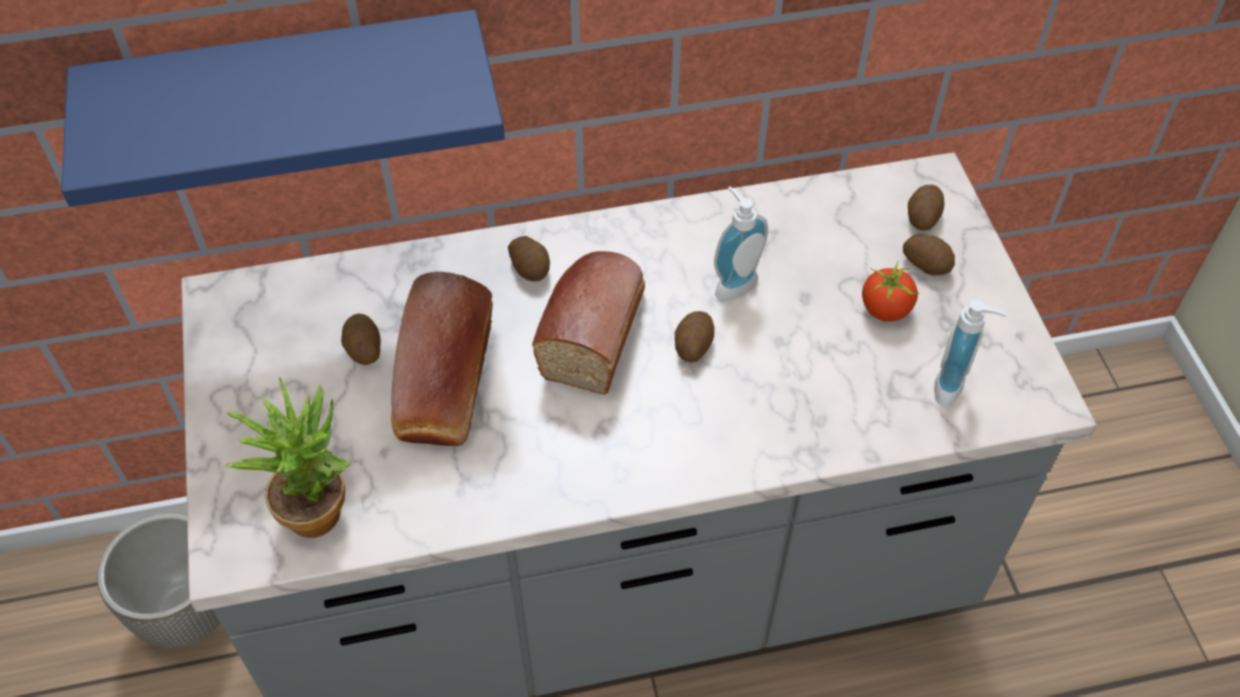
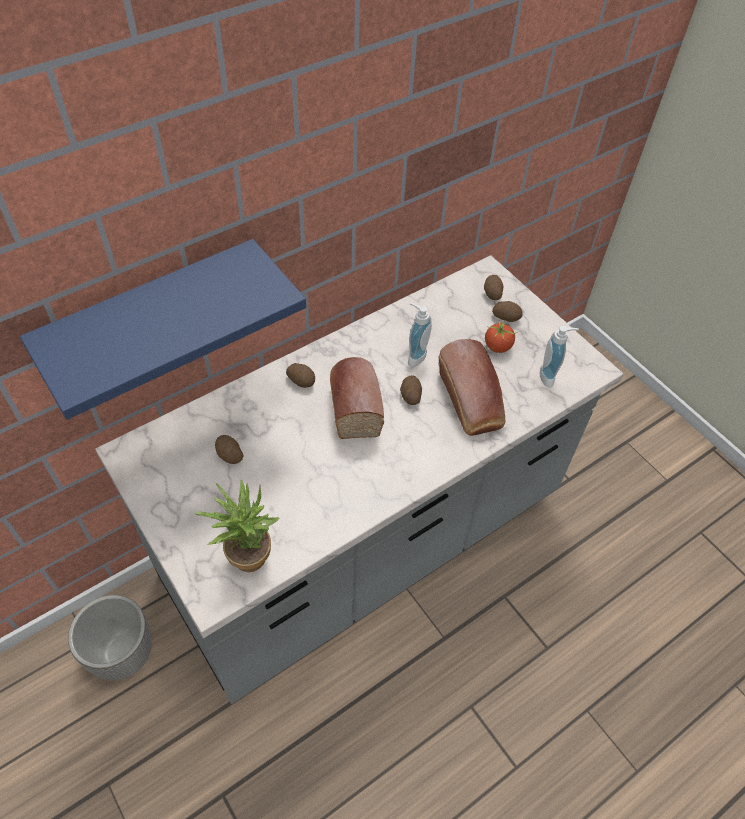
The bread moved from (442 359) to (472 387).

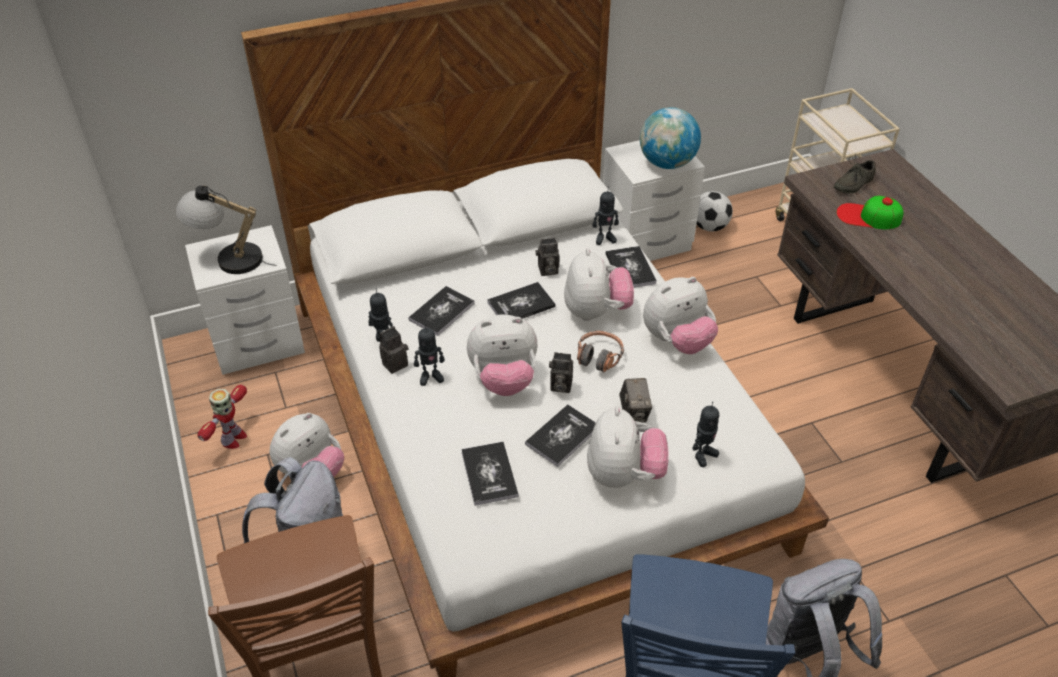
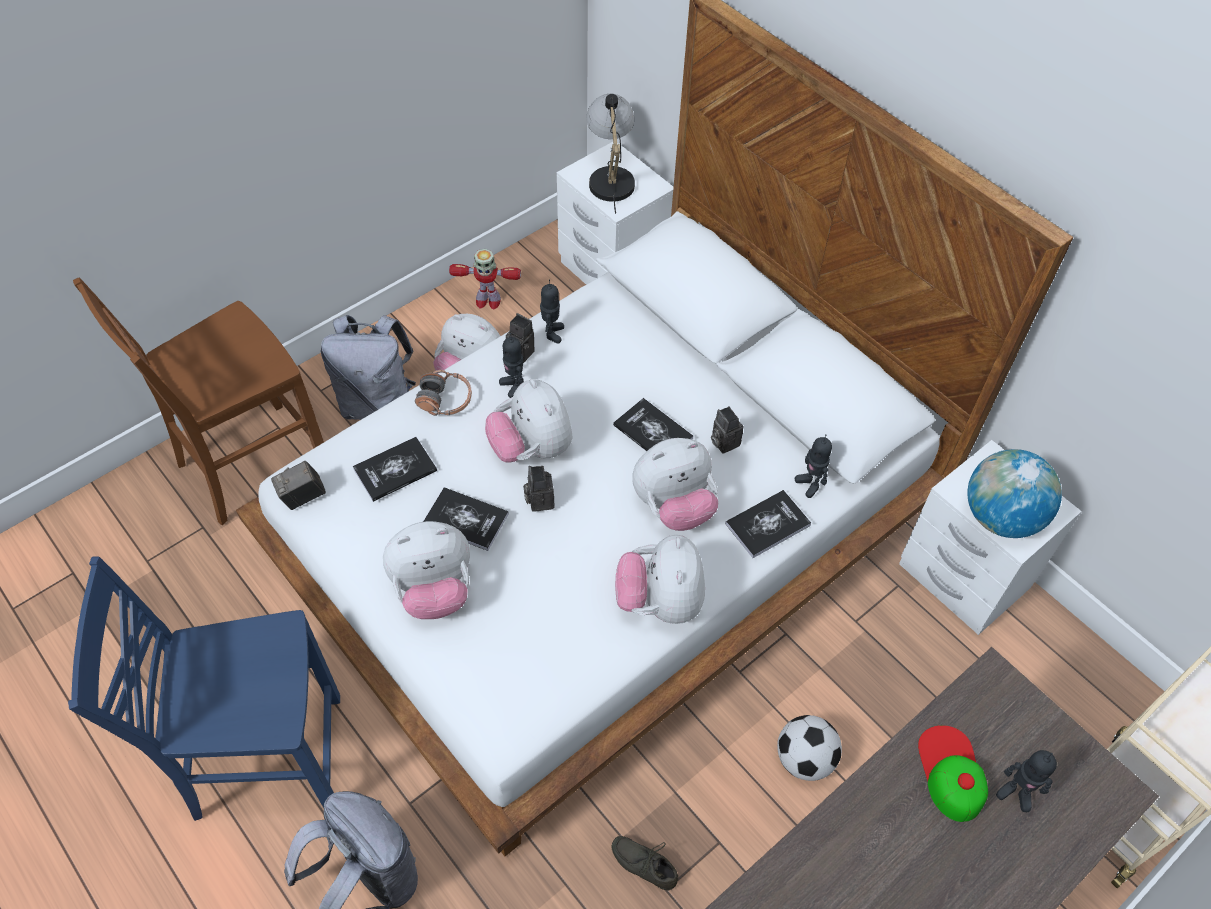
The photo camera moved from (635 400) to (298 485). The headphones moved from (600 352) to (443 393). The grey shoe moved from (855 174) to (644 863). The plush toy at (680 315) turned 45 degrees clockwise. The football moved from (715 211) to (809 748). The toy robot moved from (705 434) to (1026 781). The book at (441 311) disappeared.

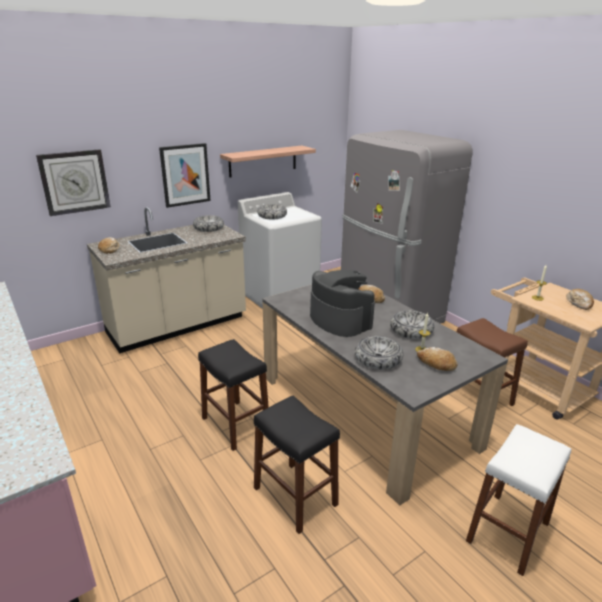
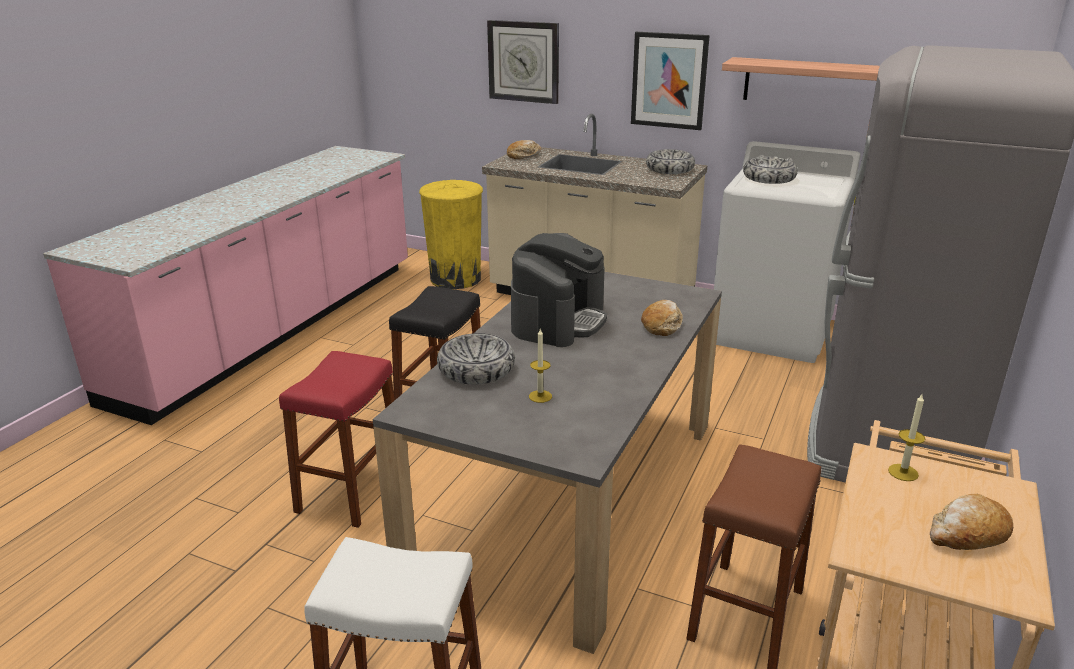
The black stool at (297 464) became the red stool at (337 439). The yellow trash can at (451 234) appeared. The bowl at (412 324) disappeared. The bread at (437 359) disappeared.

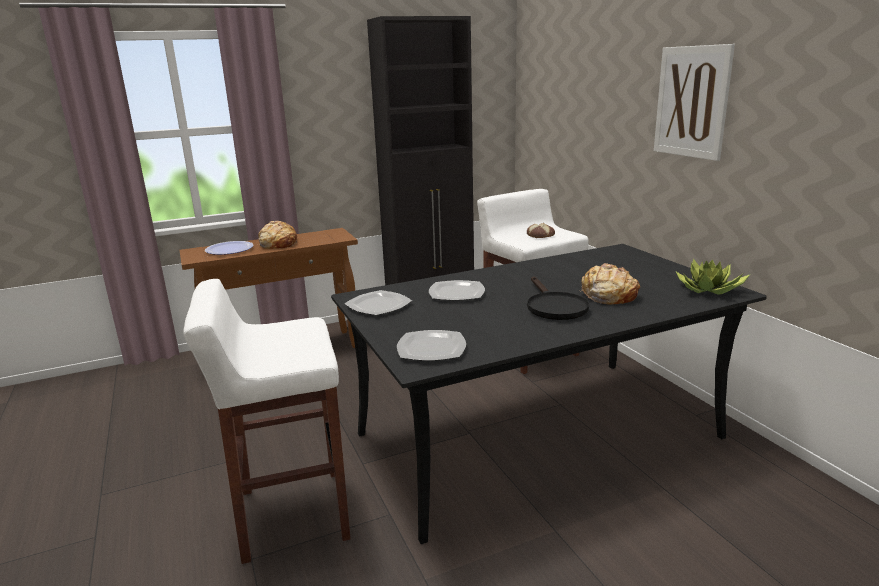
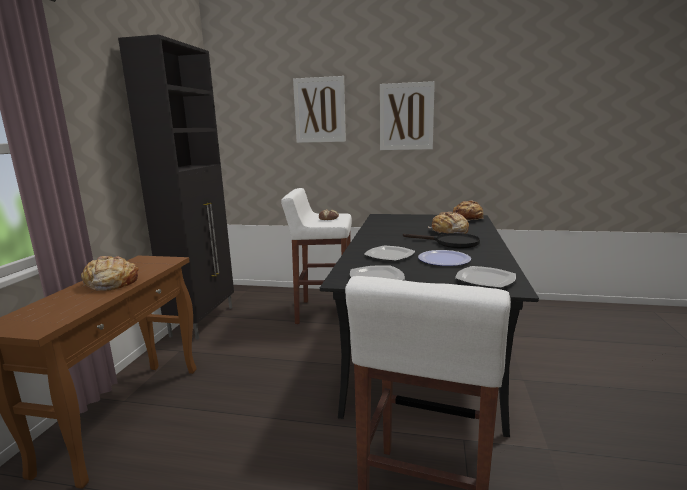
The picture at (319 109) appeared. The plate moved from (229 248) to (444 258). The potted plant at (713 277) was replaced by the bread at (468 211).

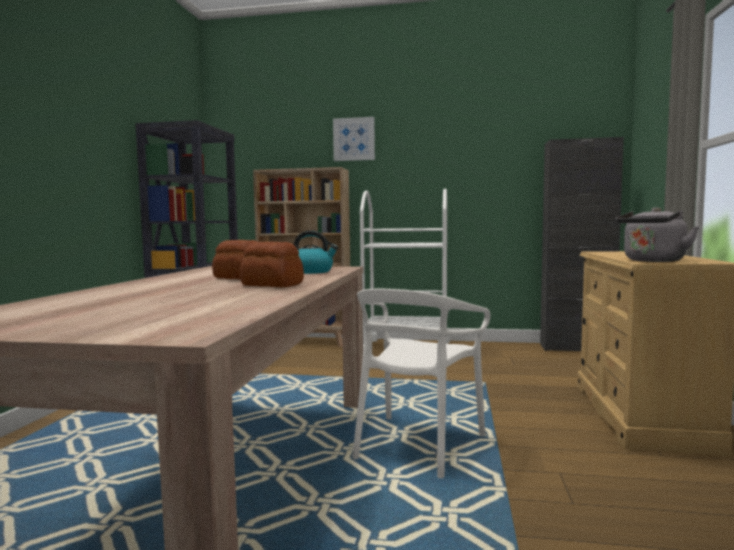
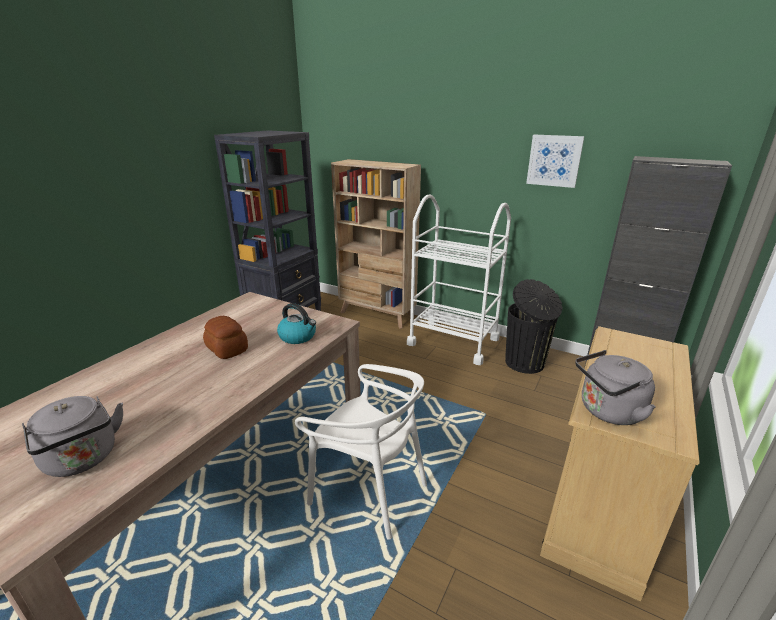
The grey kettle at (72 436) appeared. The white chair at (421 383) turned 105 degrees counterclockwise. The black trash can at (533 326) appeared. The picture moved from (354 139) to (555 161). The bread at (272 264) disappeared.

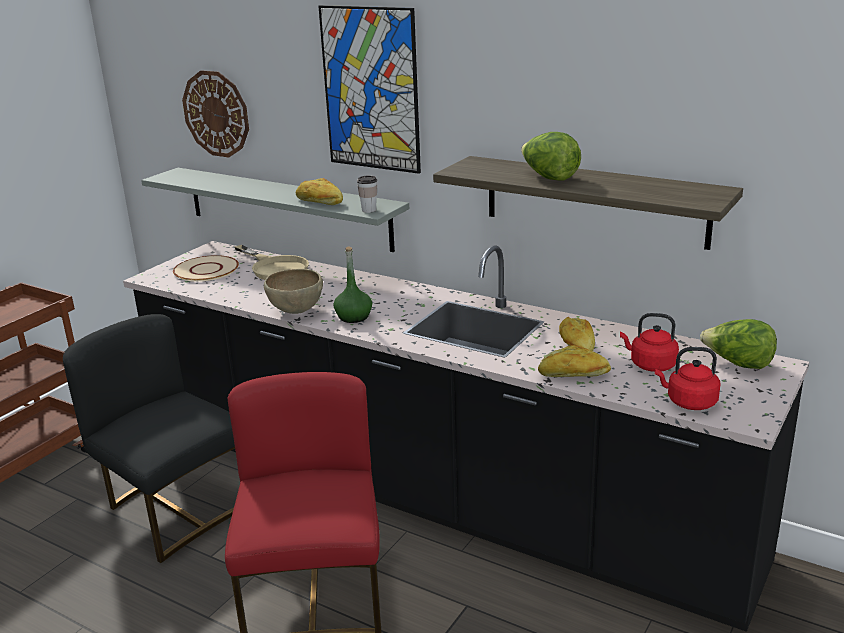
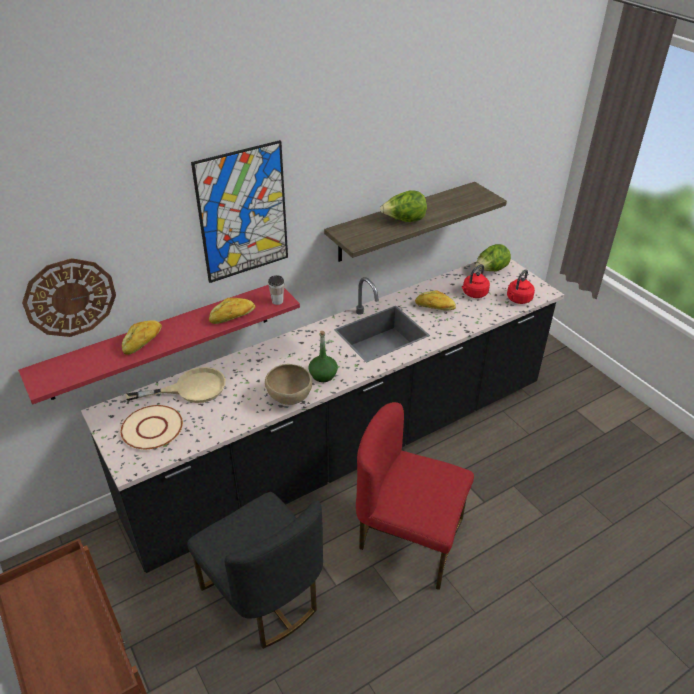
The grey shelf at (275 210) became the red shelf at (159 345). The bread moved from (574 361) to (142 337). The black chair at (149 438) turned 105 degrees counterclockwise.

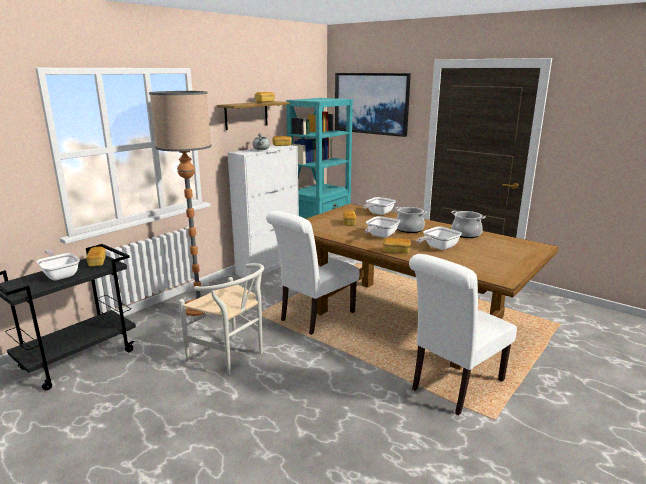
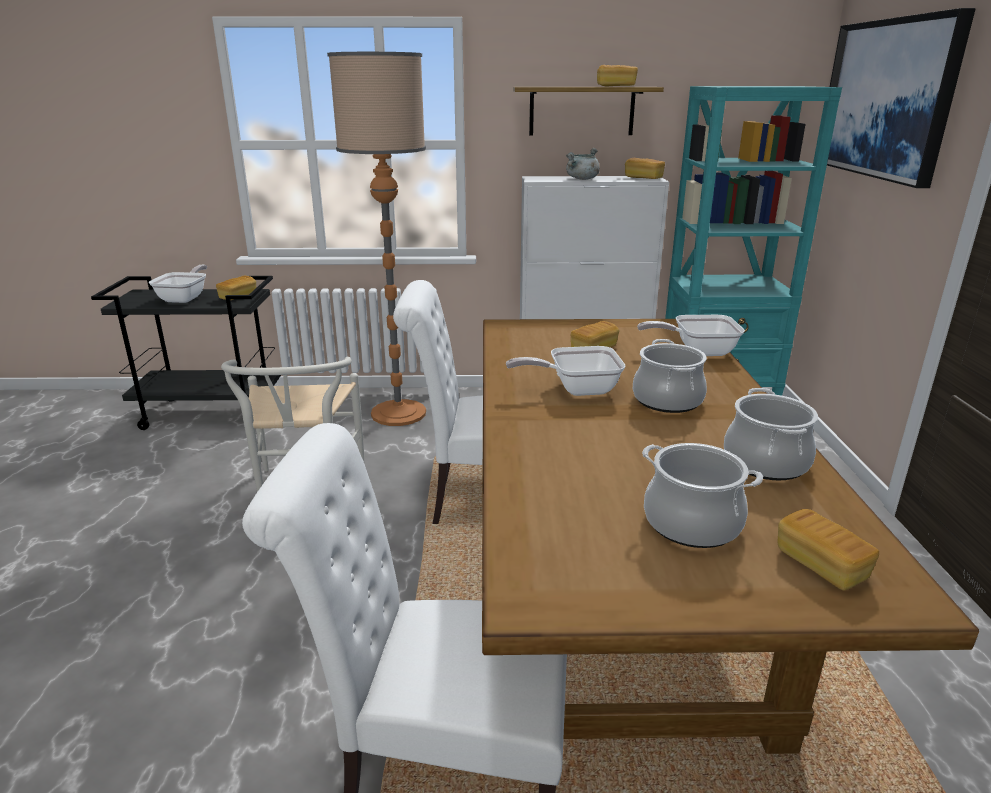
The cooking pot at (702 495) appeared. The bread moved from (397 246) to (828 550). The frying pan at (439 238) disappeared.

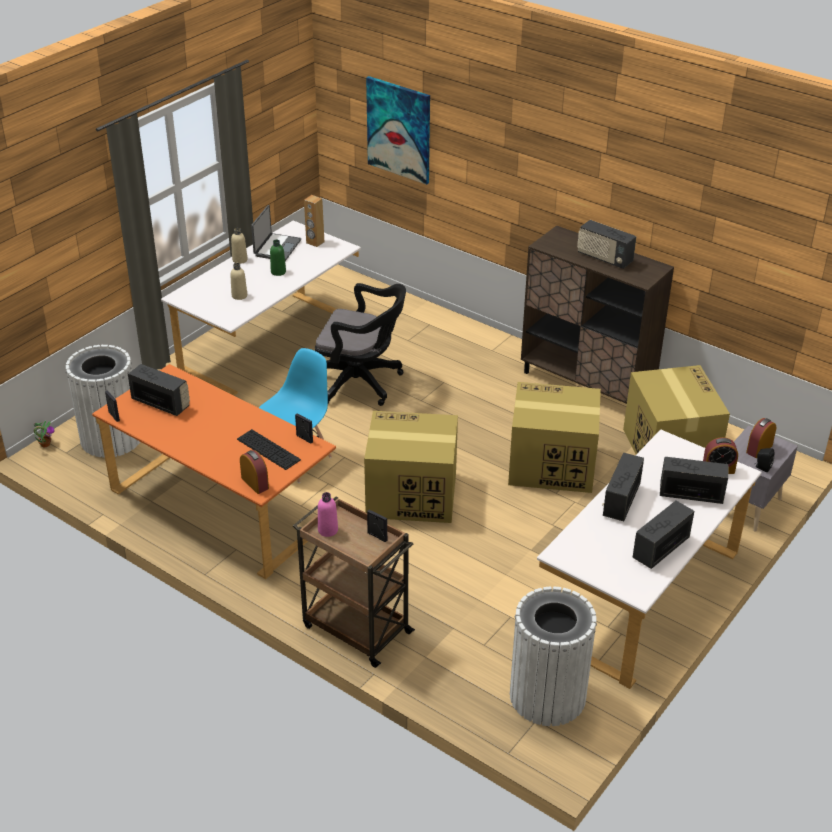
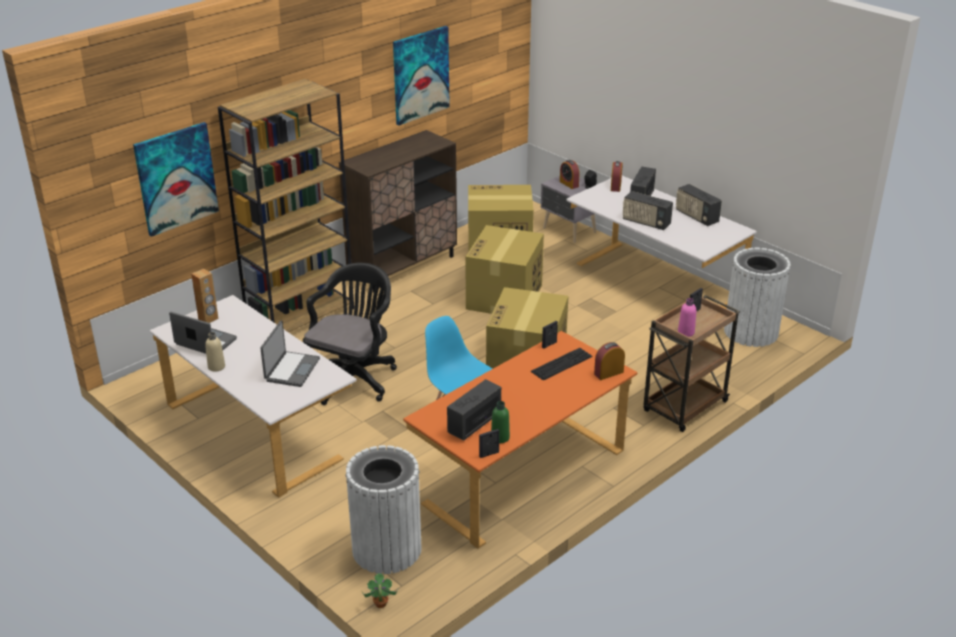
The brown bookcase at (286 205) appeared. The beige bottle at (238 281) was replaced by the laptop at (290 354). The picture at (421 75) appeared. The green bottle moved from (278 258) to (500 422). The radio at (606 244) disappeared.

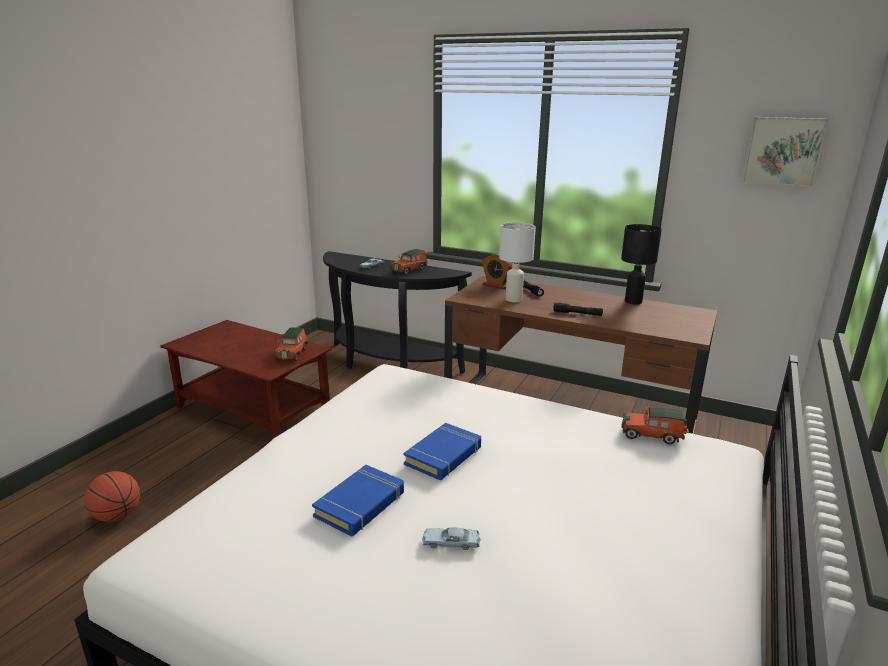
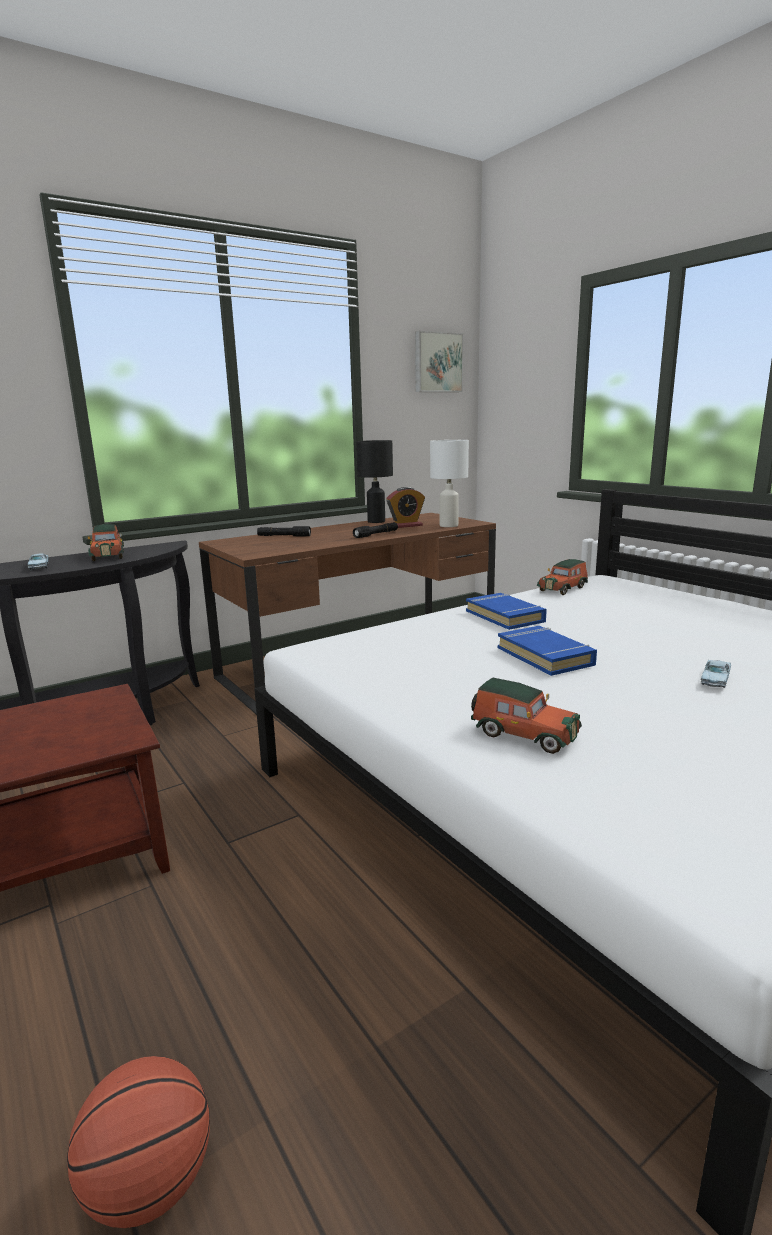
The alarm clock moved from (497 271) to (405 507). The white table lamp moved from (517 262) to (449 483). The blue book moved from (358 500) to (506 611). The toy car moved from (290 344) to (526 716).

